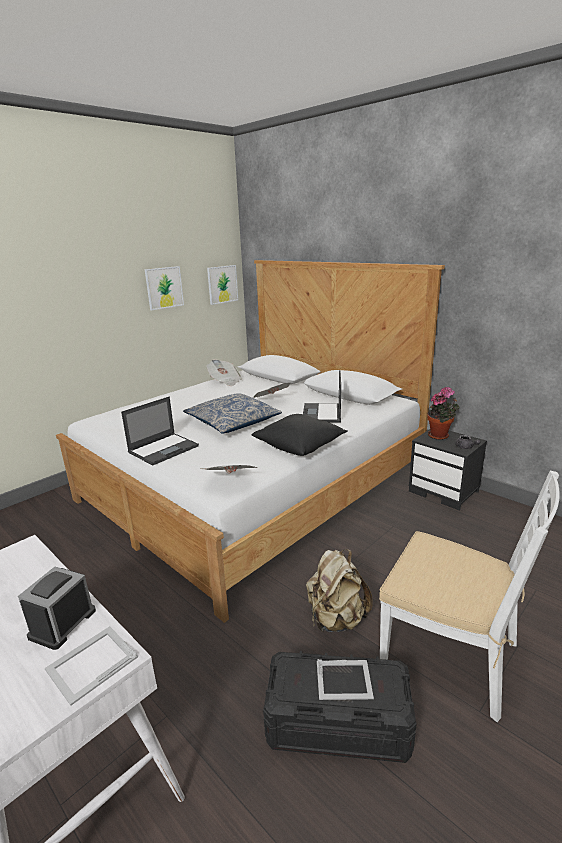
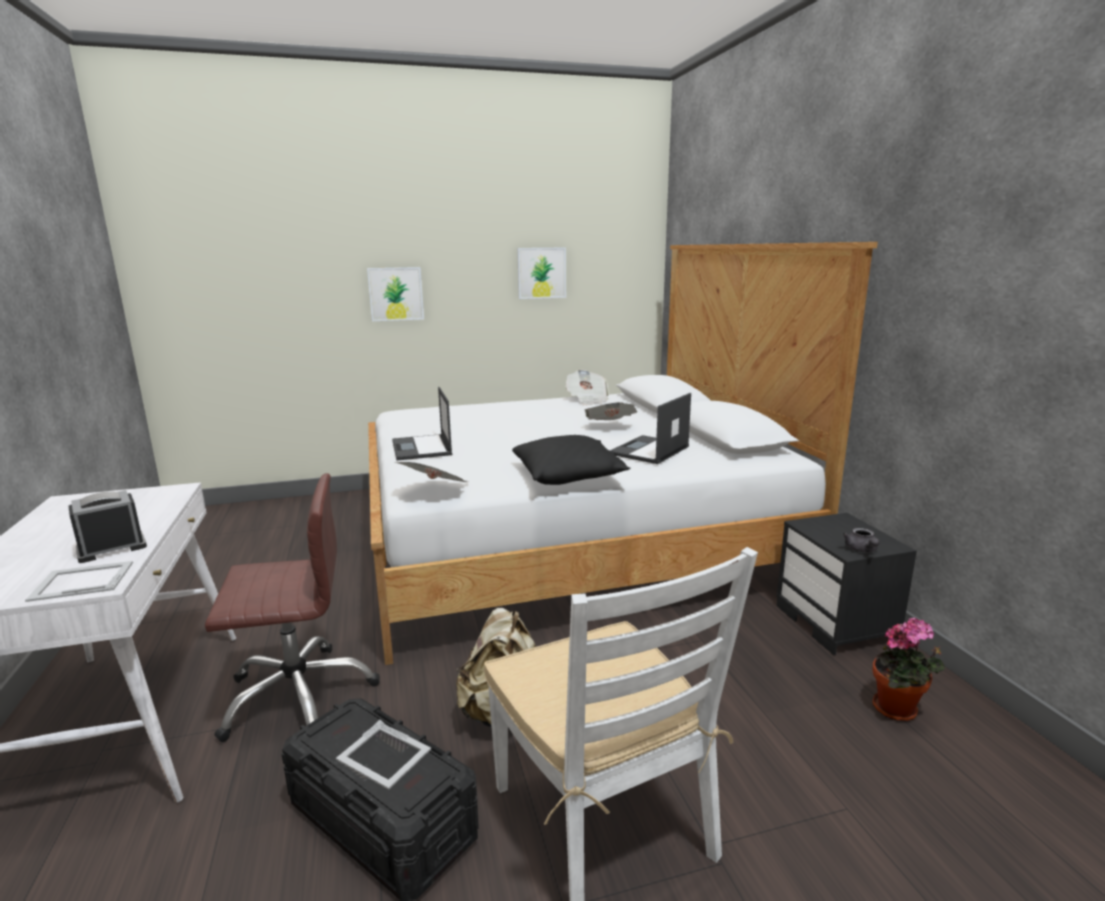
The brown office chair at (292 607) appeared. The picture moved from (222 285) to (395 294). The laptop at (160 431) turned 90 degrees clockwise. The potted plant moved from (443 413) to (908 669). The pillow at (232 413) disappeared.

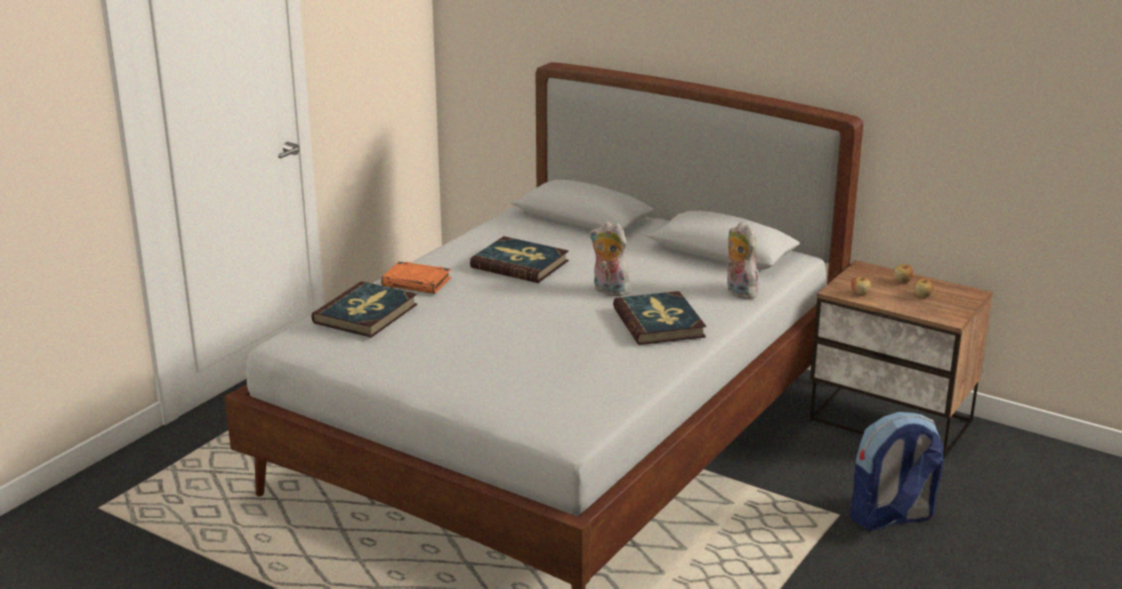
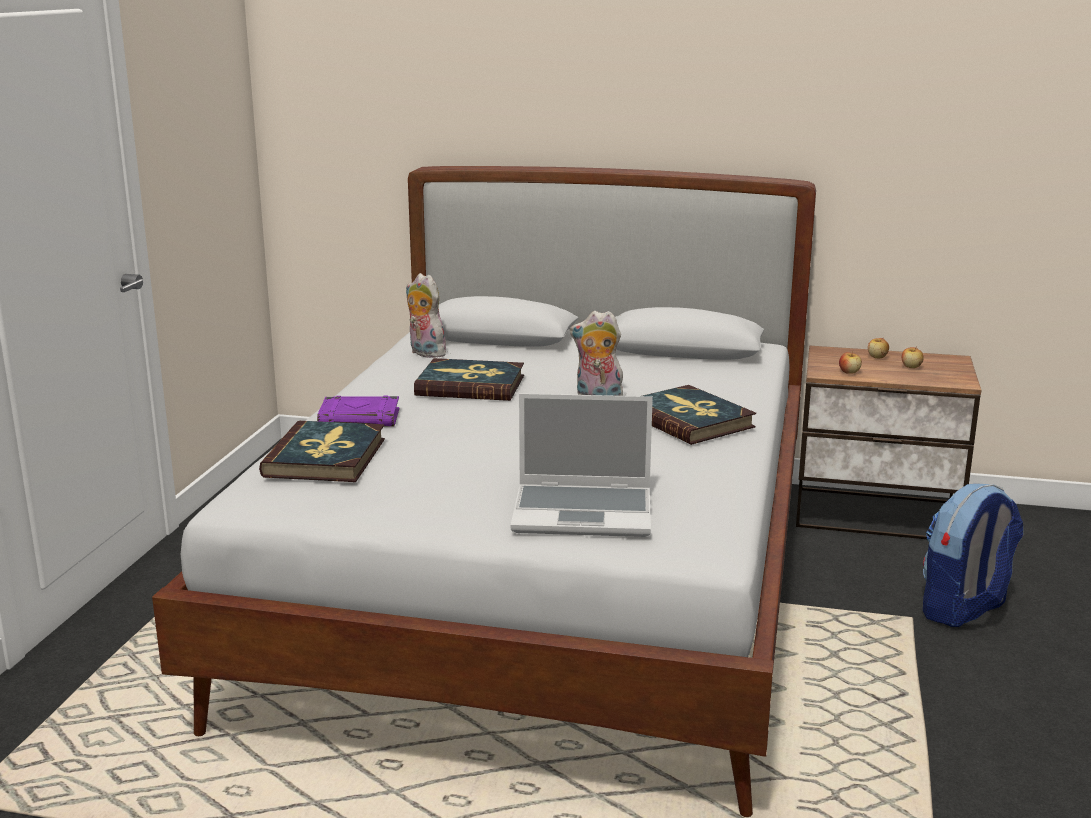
The orange book at (416 277) became the purple book at (358 411). The plush toy moved from (744 260) to (426 315). The laptop at (582 465) appeared.

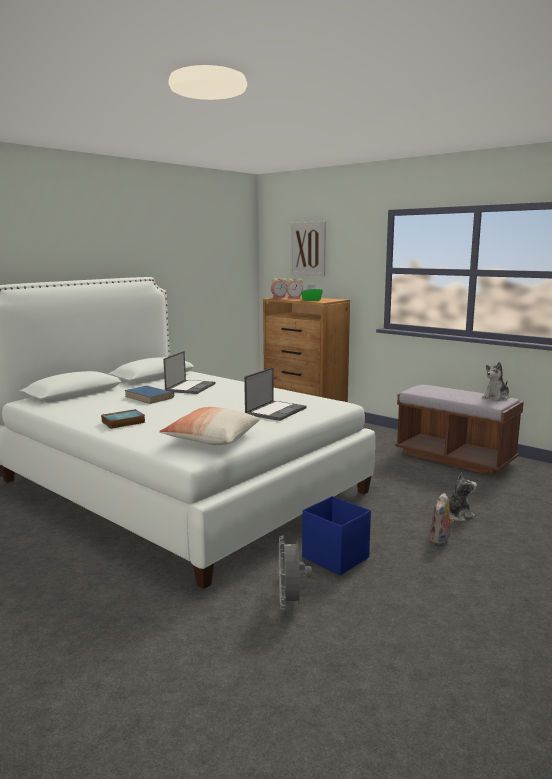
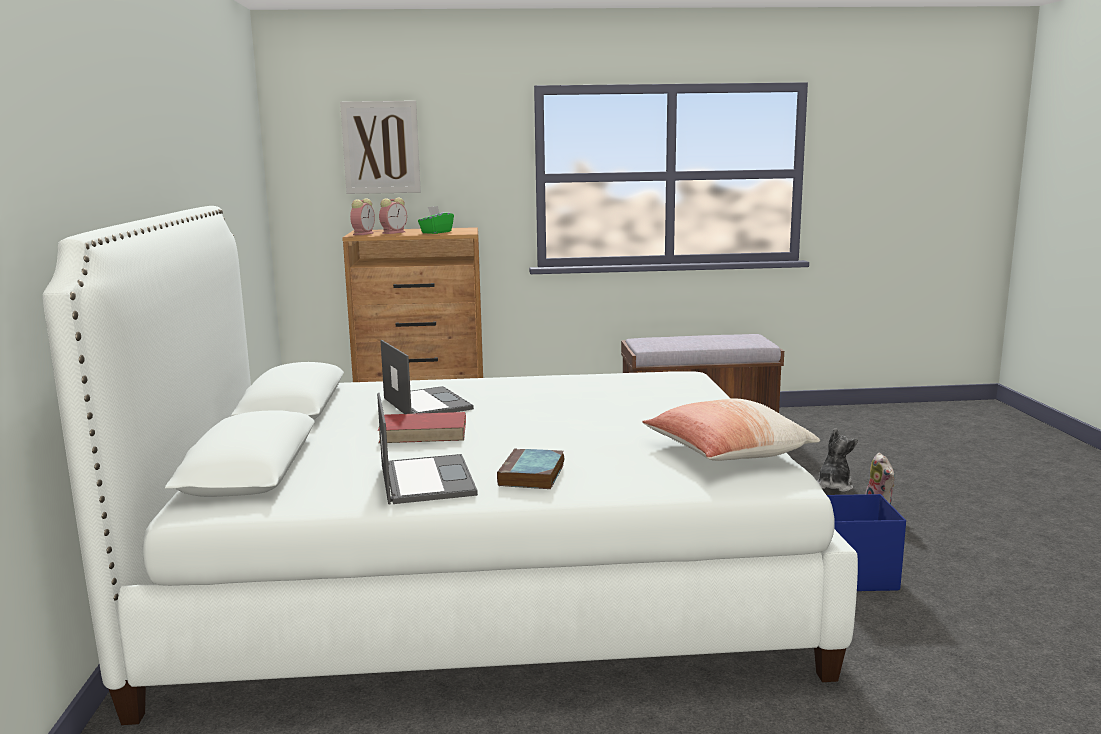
The laptop moved from (275 394) to (427 449). The blue book at (149 395) became the red book at (422 427). The grey fan at (295 573) disappeared. The plush toy at (495 381) disappeared.

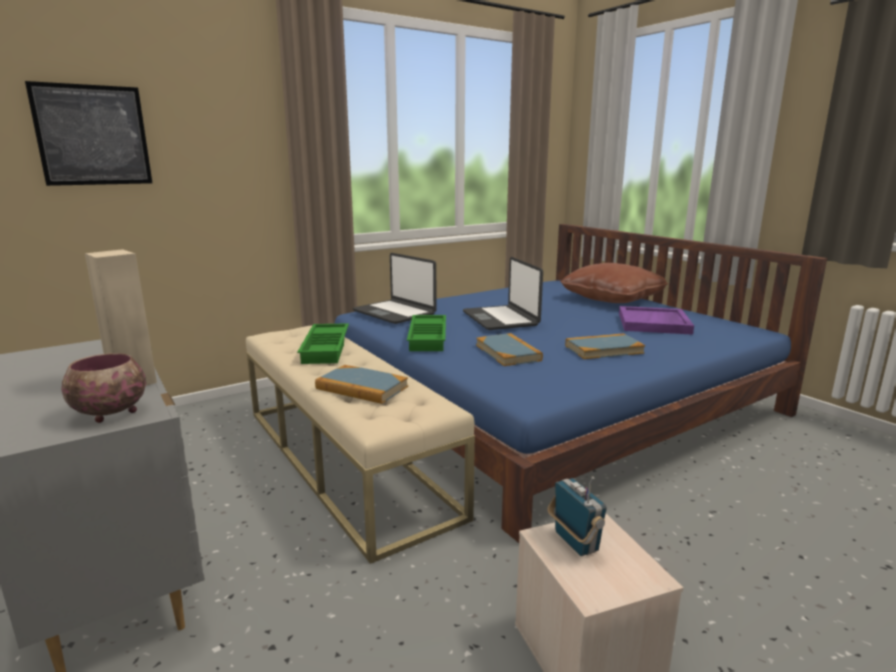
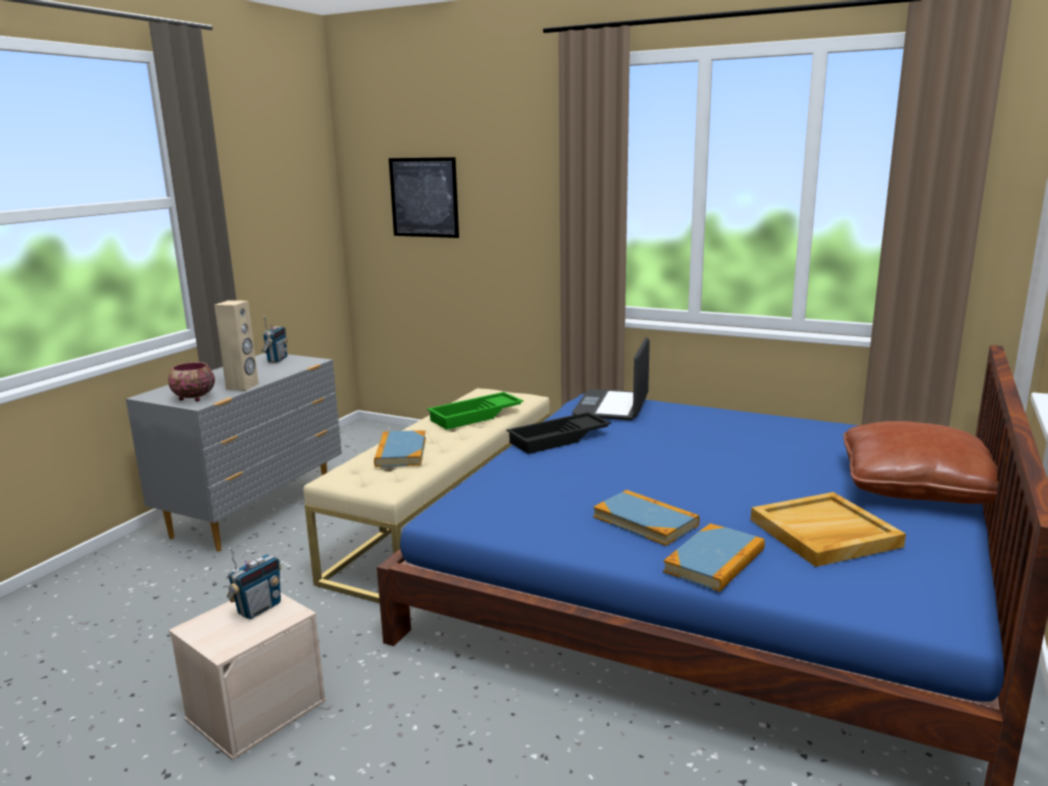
The radio at (274 339) appeared. The green tray at (426 333) became the black tray at (558 433). The book moved from (509 349) to (714 557). The purple tray at (656 320) became the beige tray at (828 529). The laptop at (503 293) disappeared.

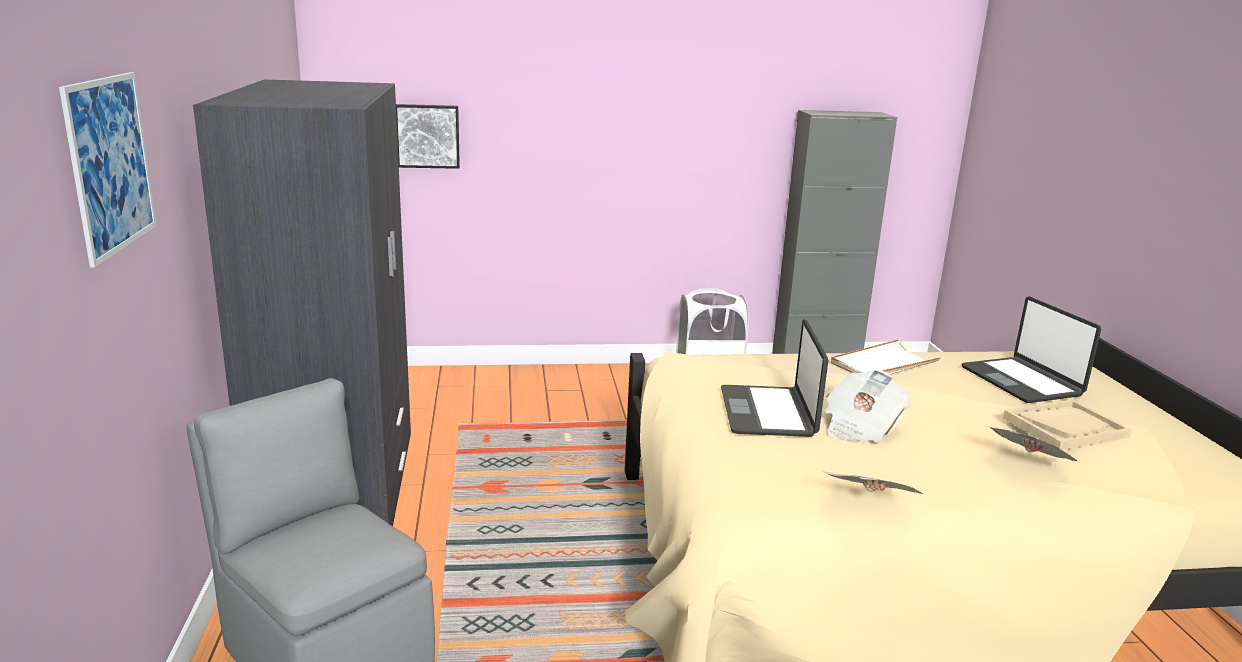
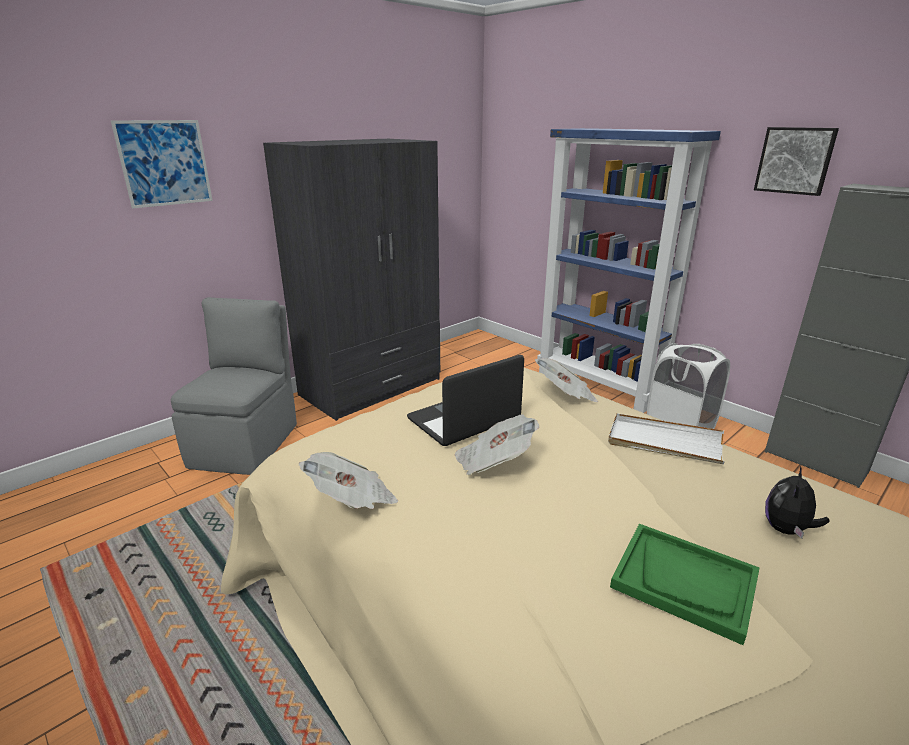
The newspaper moved from (1032 444) to (567 380). The blue bookcase at (629 270) appeared. The beige tray at (1067 424) became the green tray at (684 584). The picture moved from (428 136) to (796 161). The laptop at (1031 349) was replaced by the plush toy at (797 502).

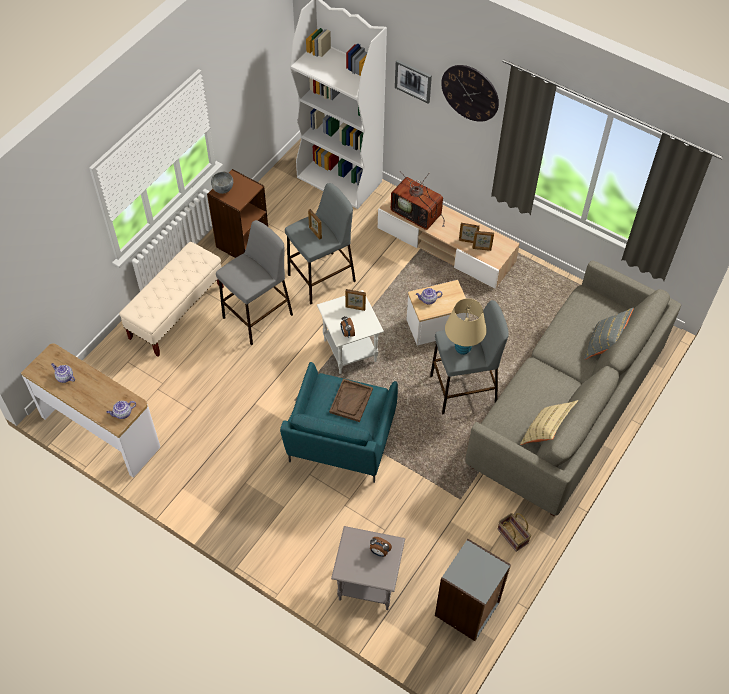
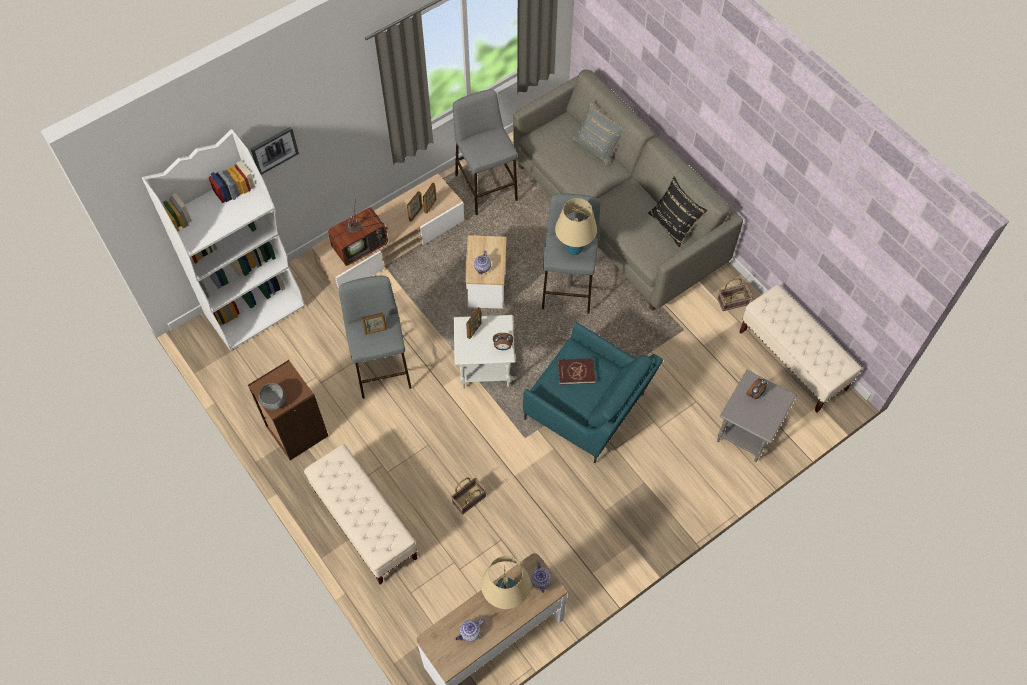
The basket at (468 496) appeared. The grey stool moved from (254 282) to (485 152). The beige table lamp at (506 582) appeared. The brown tray at (351 400) was replaced by the red book at (576 371). The beige pillow at (549 422) became the black pillow at (678 212). The grey bookcase at (473 590) was replaced by the beige bench at (800 348). The wall clock at (470 93) disappeared.

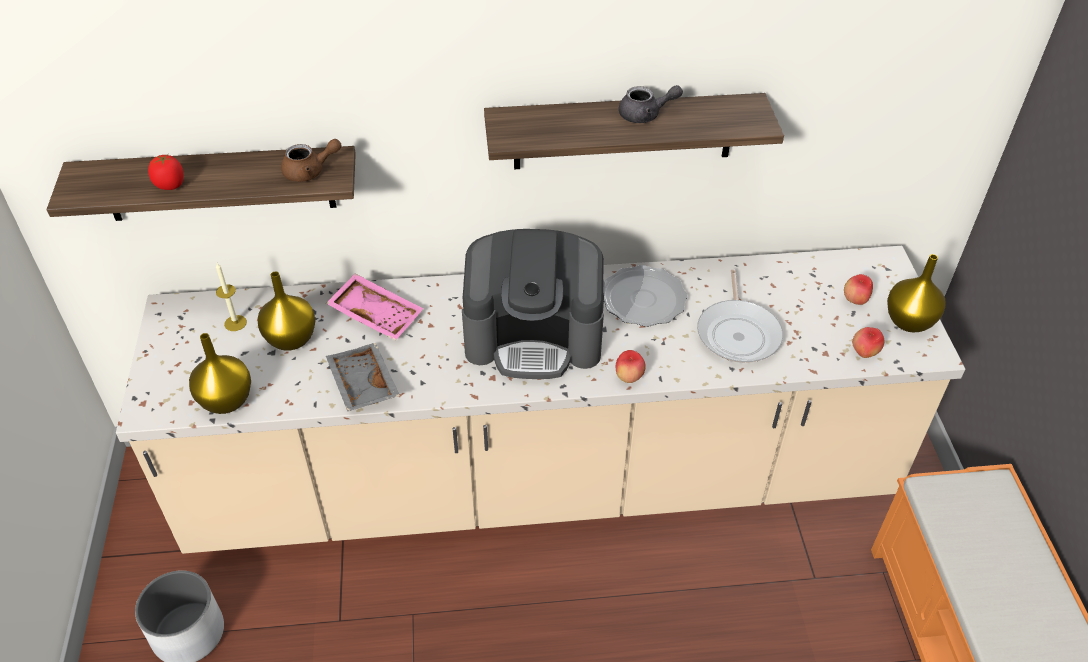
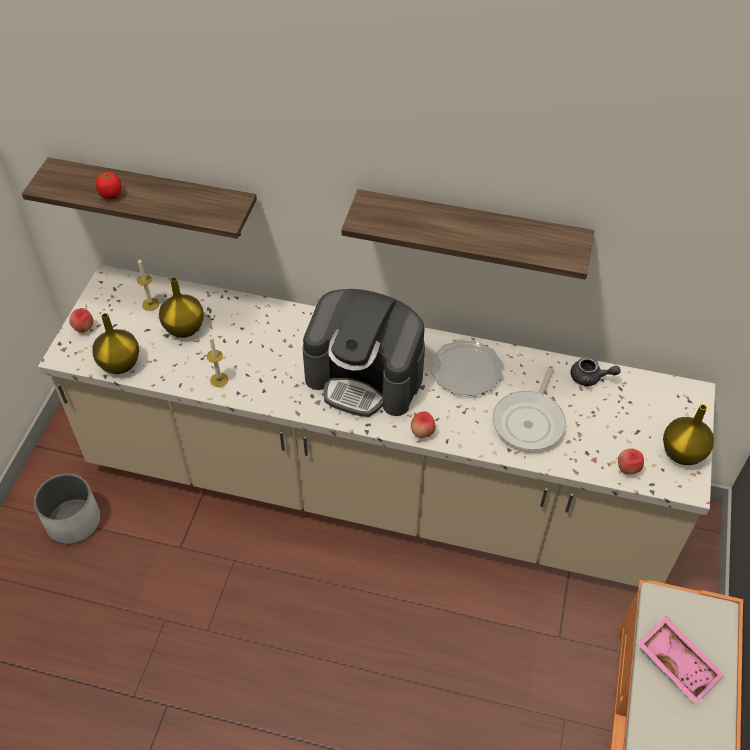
The apple moved from (858 289) to (81 320). The grey tray at (363 377) was replaced by the candle at (218 361). The grey teapot moved from (651 104) to (596 372). The pink tray moved from (375 307) to (680 660). The brown teapot at (311 160) disappeared.

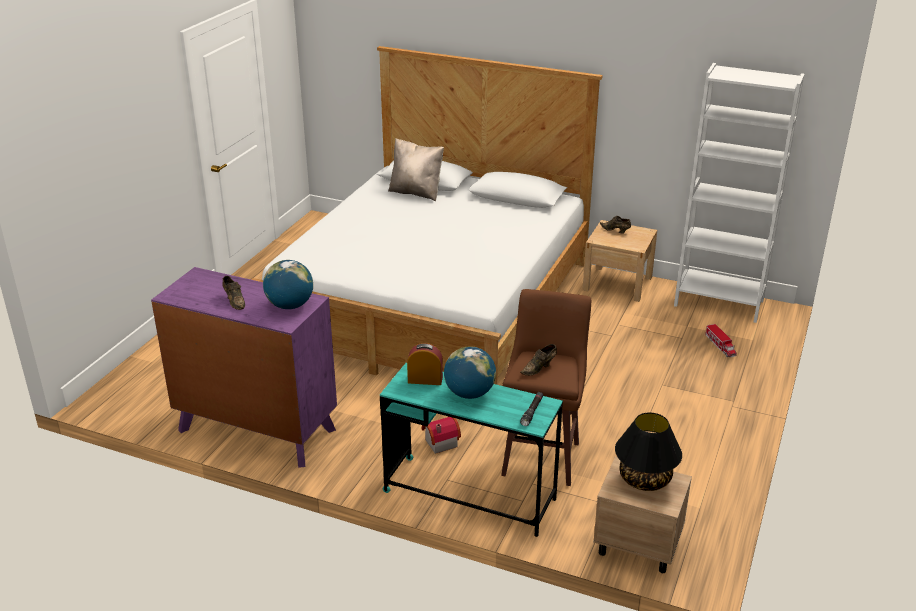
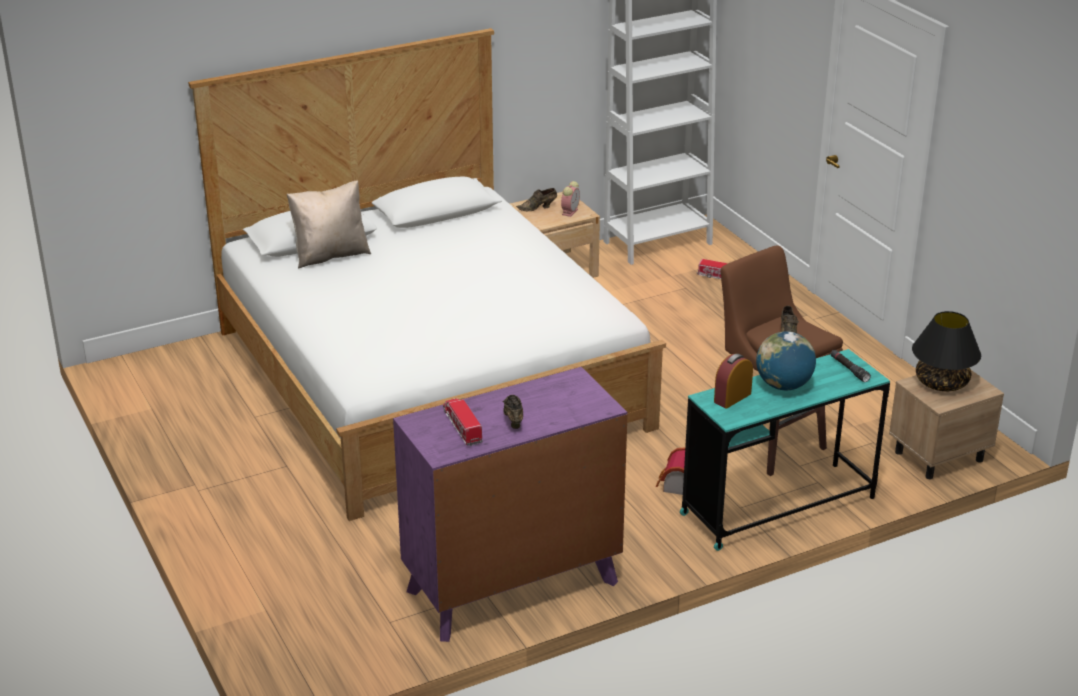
The toy truck at (463 422) appeared. The brown shoe at (233 293) turned 105 degrees counterclockwise. The alarm clock at (570 199) appeared. The globe at (288 284) disappeared.

